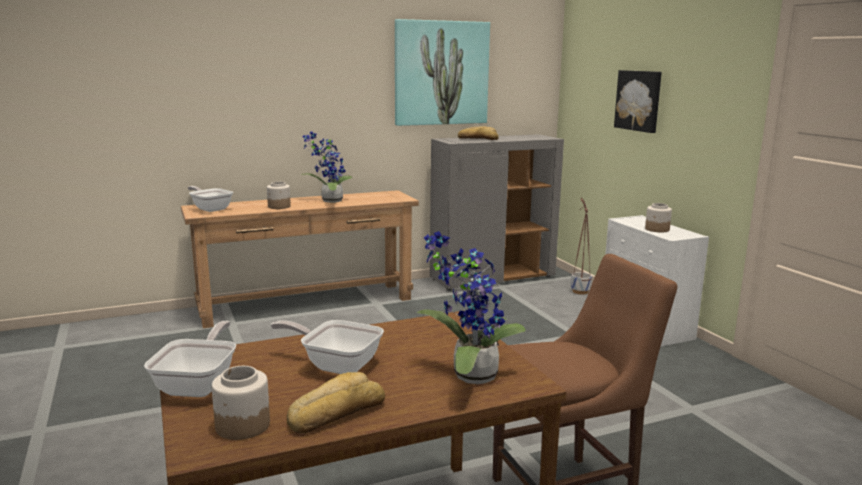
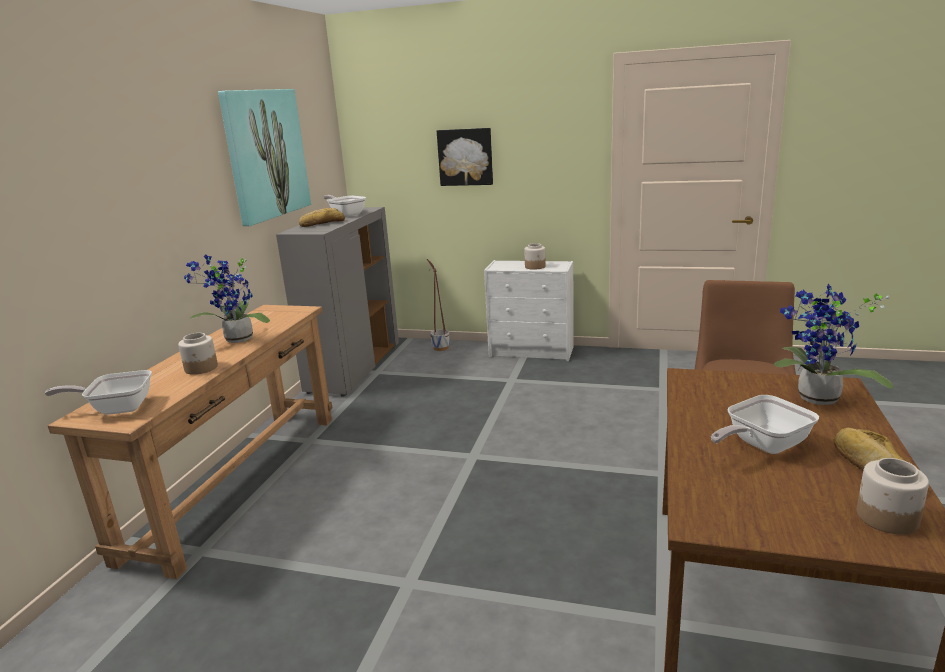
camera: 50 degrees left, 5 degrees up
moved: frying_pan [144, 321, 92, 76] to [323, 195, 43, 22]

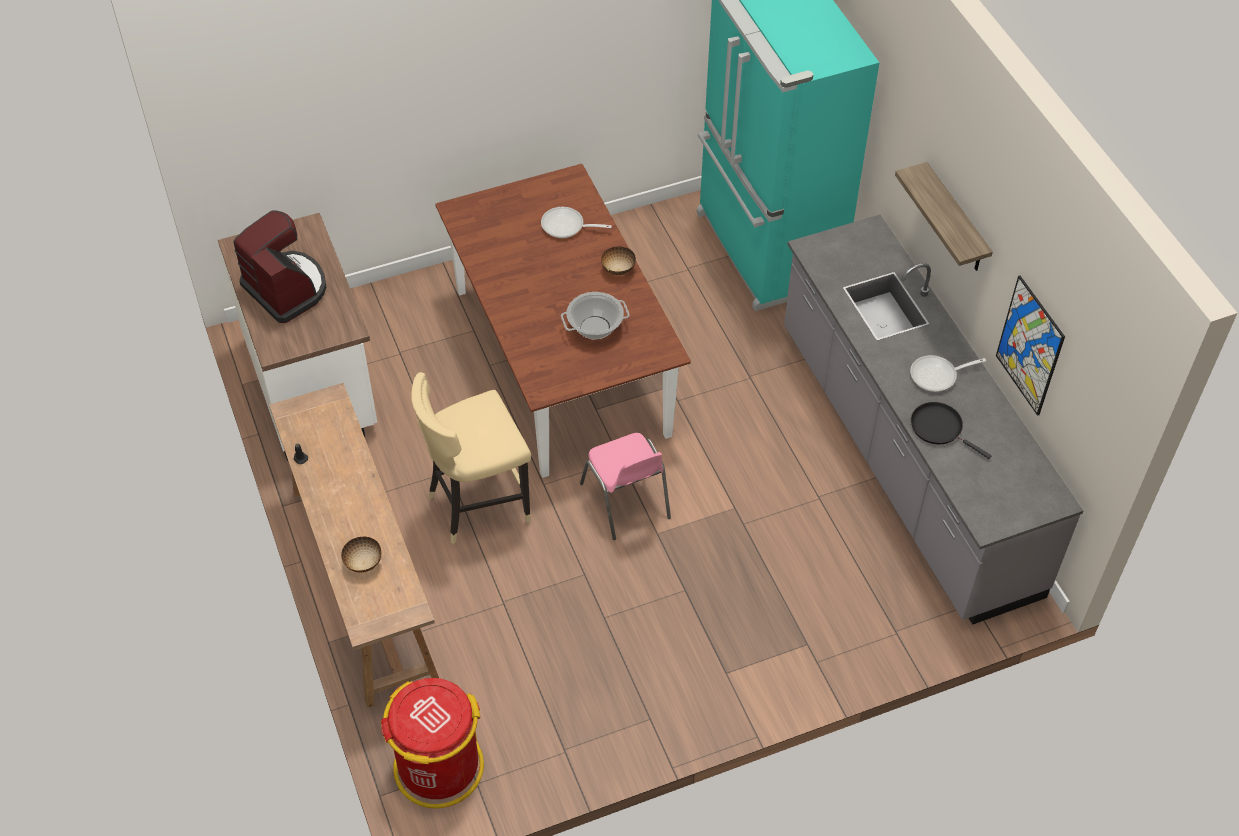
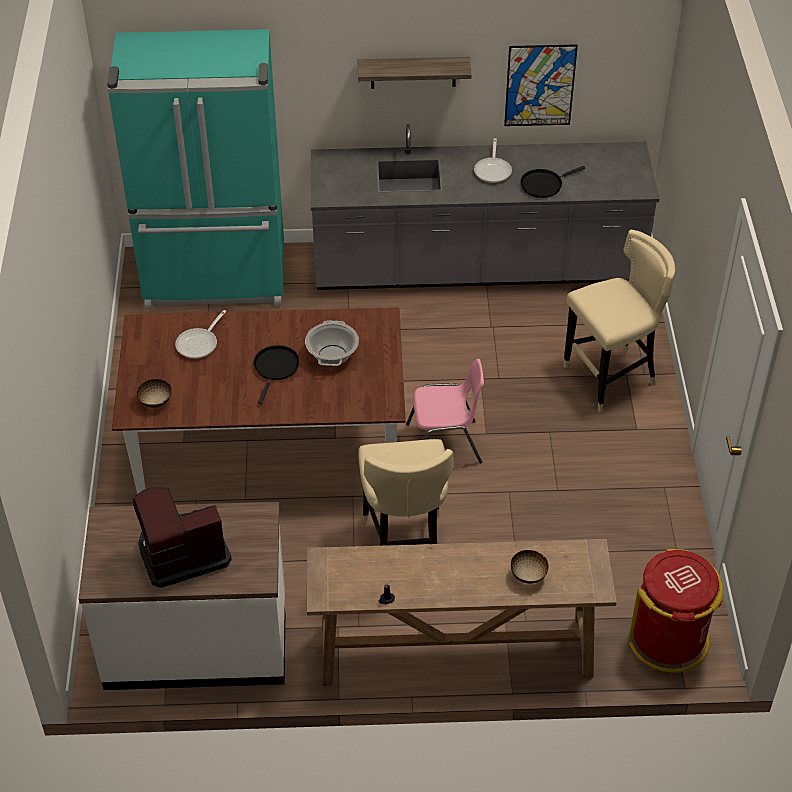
camera: 70 degrees left, 5 degrees down
added: beige_stool [563, 230, 112, 182]; black_frying_pan [253, 345, 47, 59]
moved: bowl [601, 246, 35, 29] to [137, 379, 35, 29]

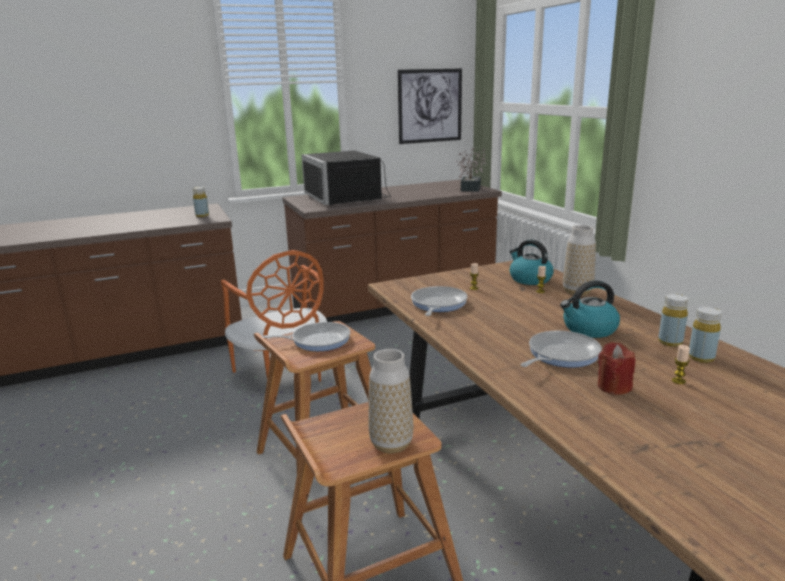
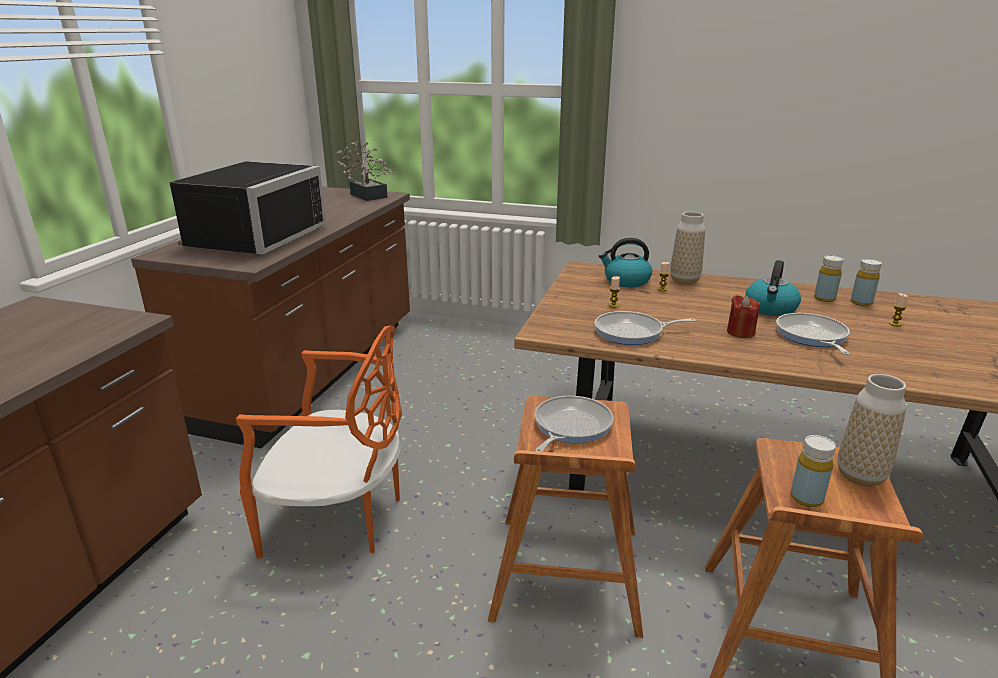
camera: 50 degrees left, 5 degrees up
removed: picture [397, 68, 65, 76]
moved: yellow_bottle [193, 187, 16, 30] to [791, 435, 45, 72]; red_candle [598, 342, 37, 53] to [727, 295, 33, 43]
turned: black_microwave [301, 151, 90, 55] = [169, 161, 157, 94] 90 degrees counterclockwise; frying_pan [411, 286, 57, 30] = [595, 311, 100, 34] 60 degrees counterclockwise

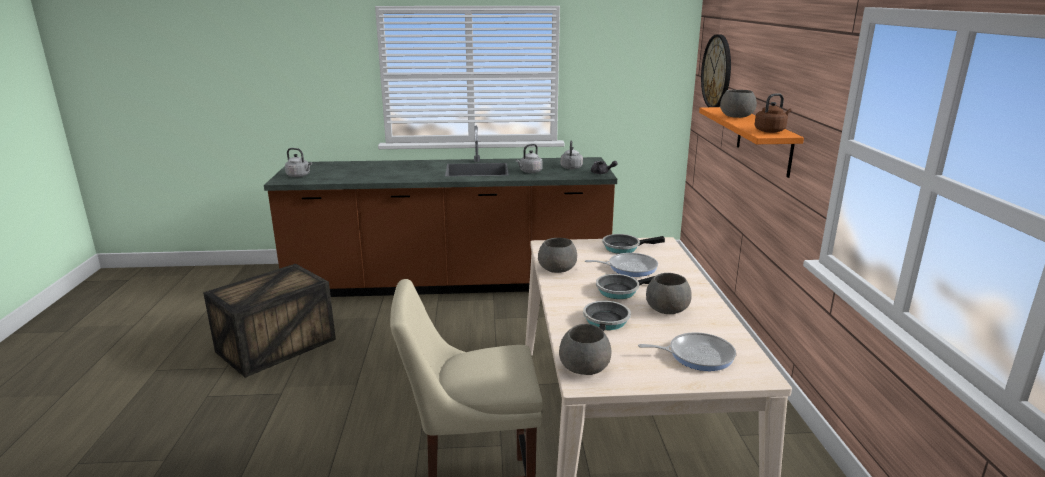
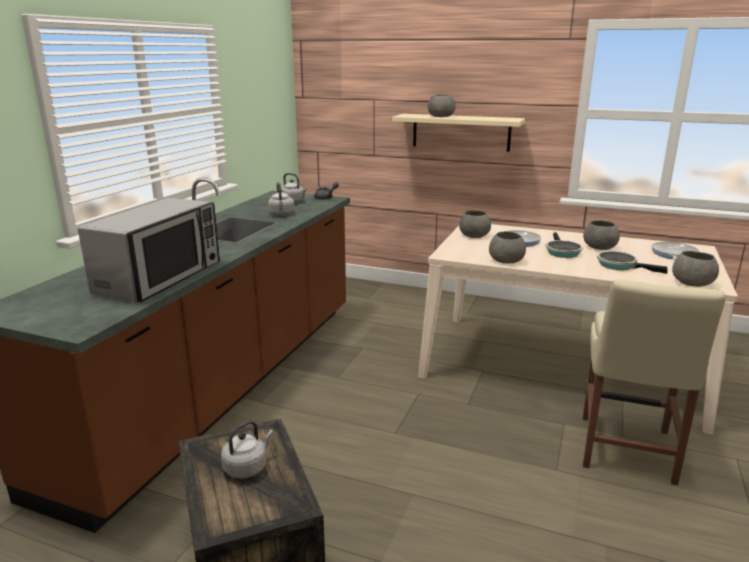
camera: 65 degrees left, 0 degrees up
removed: wall_clock [701, 34, 30, 73]; brown_kettle [754, 93, 37, 40]
added: microwave [78, 198, 142, 104]
moved: grey_kettle [285, 148, 27, 29] to [221, 420, 52, 58]
replaced: frying_pan [602, 234, 63, 20] to grey_bowl [459, 210, 32, 28]
recoloured: orange_shelf [699, 107, 105, 71] to beige_shelf [392, 114, 133, 38]

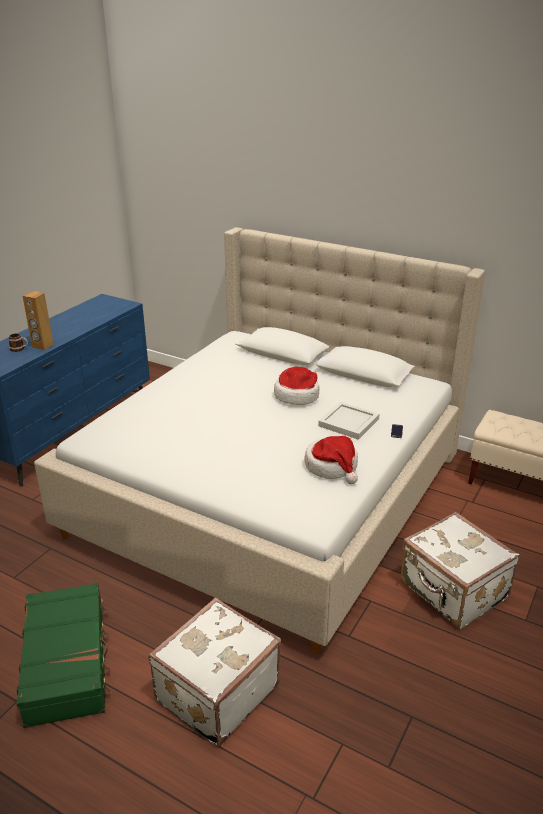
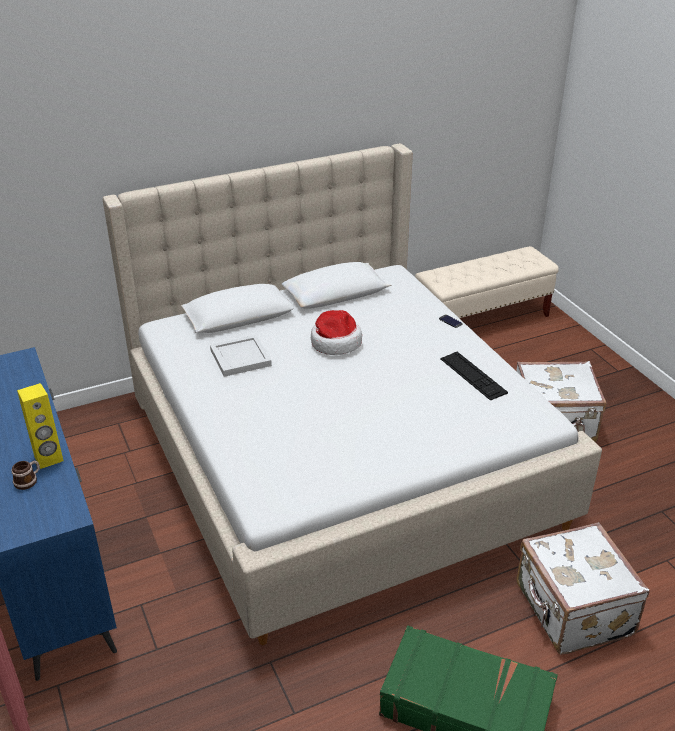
camera: 55 degrees left, 5 degrees up
moved: white_tray [318, 402, 62, 38] to [210, 335, 62, 42]
replaced: hat [304, 436, 54, 48] to keyboard [440, 352, 68, 48]
recoloured: brown_speaker [23, 291, 31, 59] to yellow_speaker [17, 383, 46, 86]

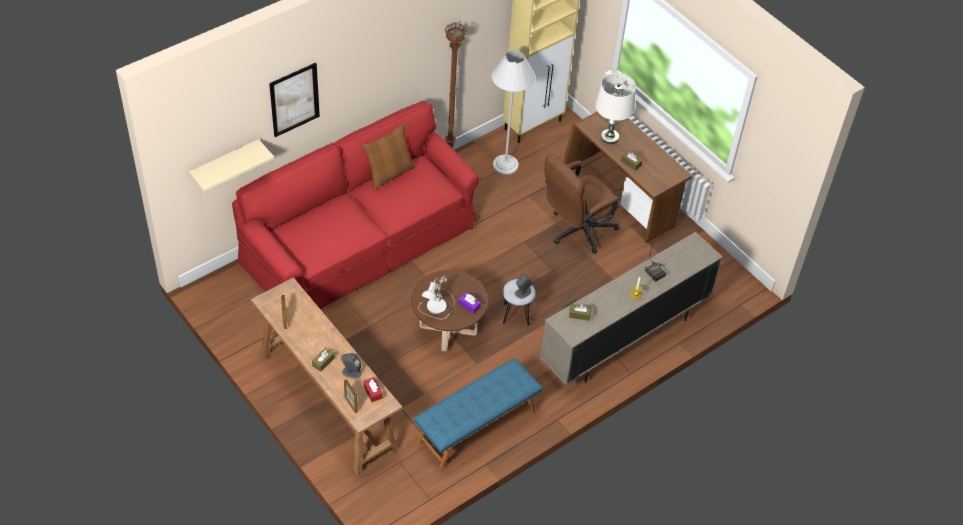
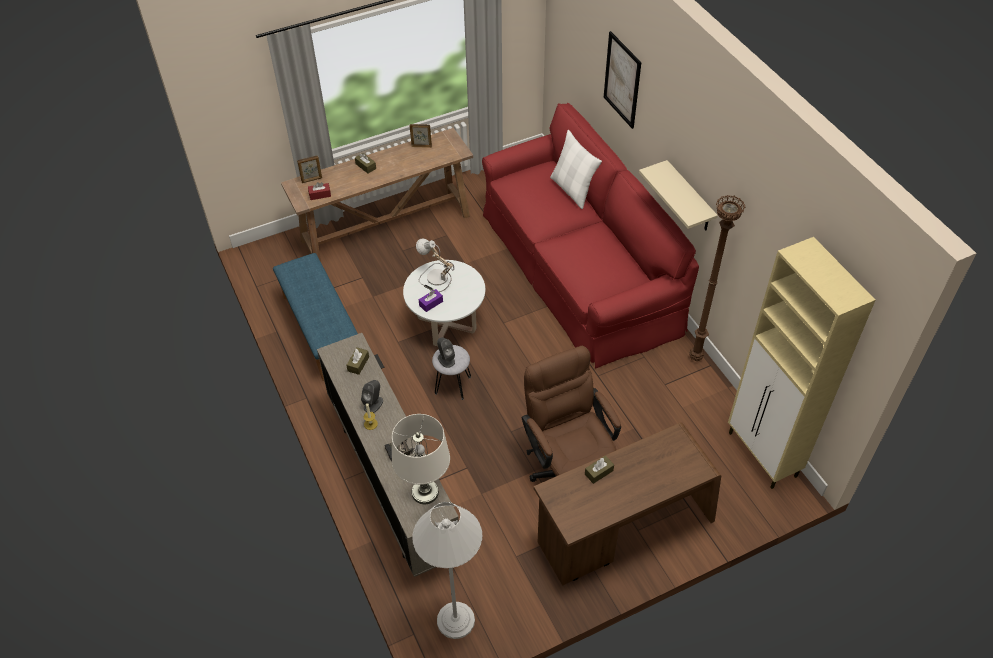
camera: 105 degrees right, 0 degrees up
removed: brown_pillow [362, 123, 53, 67]
added: white_pillow [550, 130, 52, 79]
moved: white_floor_lamp [491, 50, 44, 125] to [412, 502, 70, 137]; white_table_lamp [595, 73, 41, 71] to [392, 414, 58, 90]; beige_shelf [189, 139, 85, 53] to [639, 160, 79, 70]; grey_speaker [341, 353, 21, 26] to [361, 380, 22, 33]
recoloured: brown_coffee_table [412, 270, 76, 82] to white_coffee_table [403, 260, 82, 86]

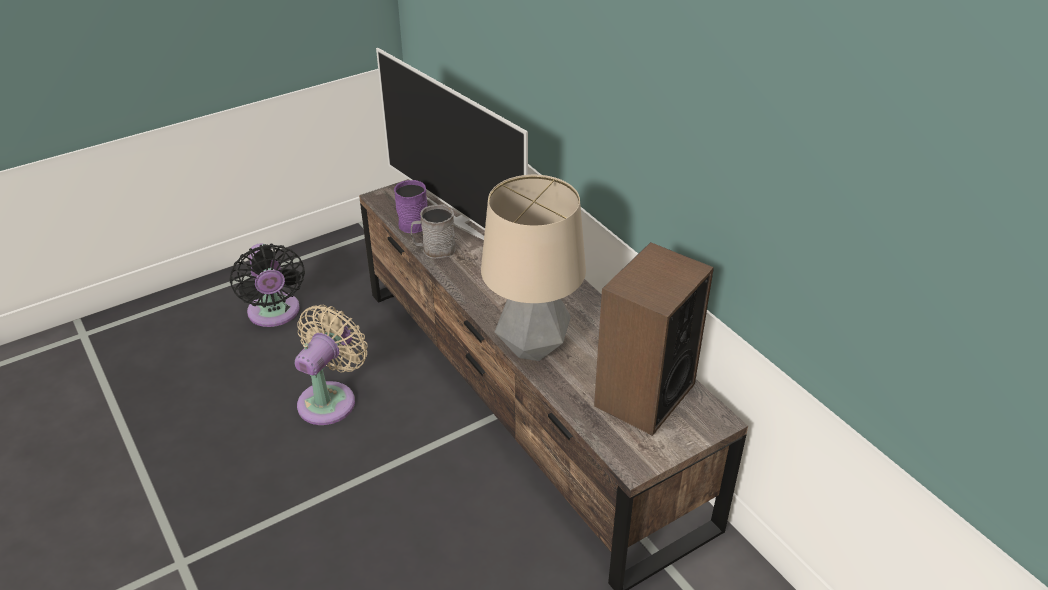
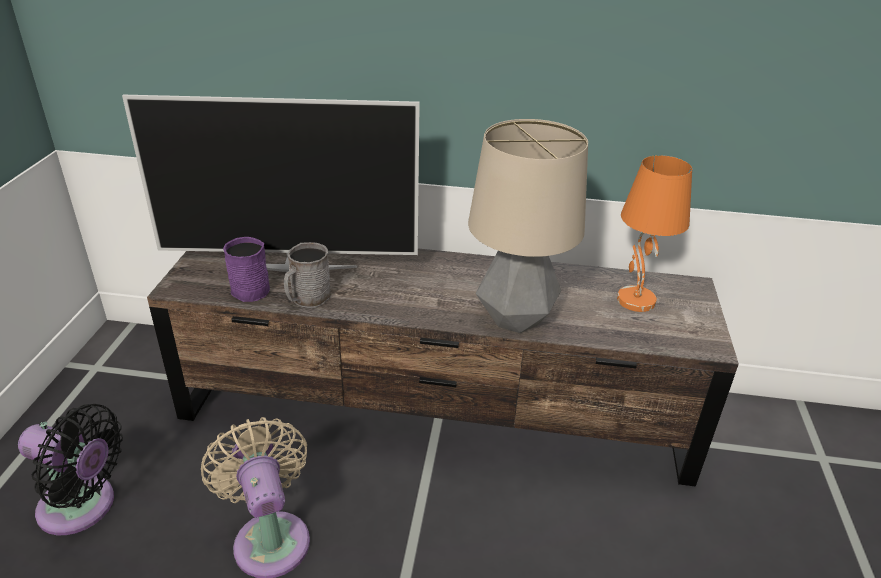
camera: 50 degrees left, 5 degrees down
replaced: speaker [594, 242, 120, 194] to orange_table_lamp [617, 155, 75, 157]

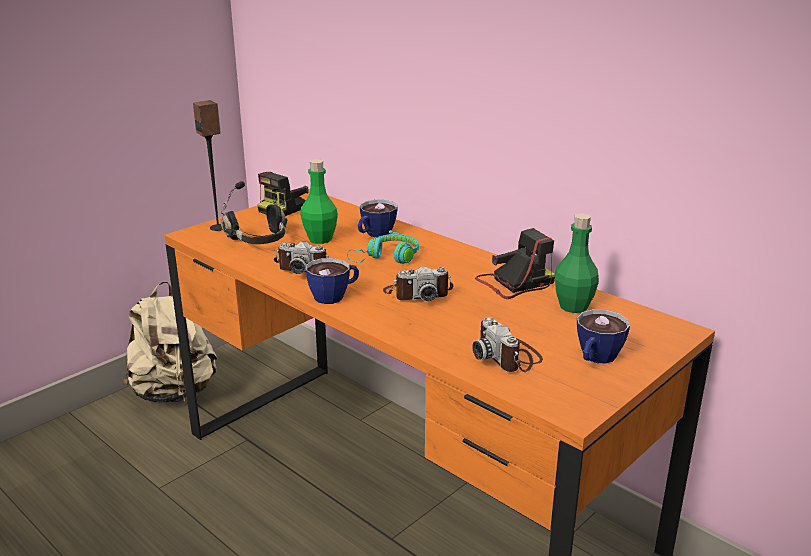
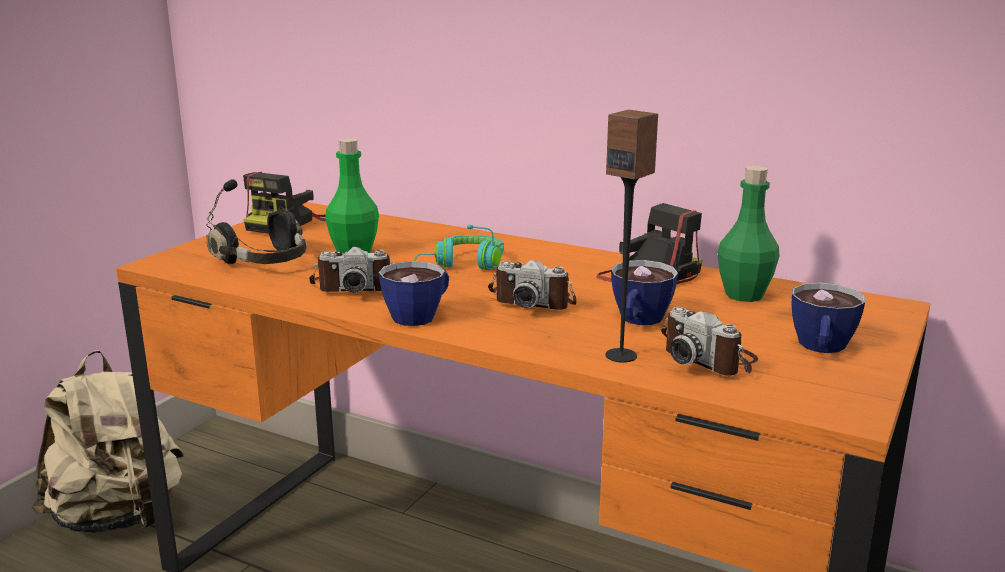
camera: 15 degrees left, 5 degrees down
moved: speaker [193, 100, 29, 131] to [606, 110, 52, 253]; cup [358, 200, 40, 37] to [611, 260, 67, 65]
turned: photo_camera [383, 266, 70, 35] = [488, 260, 88, 50] 45 degrees clockwise

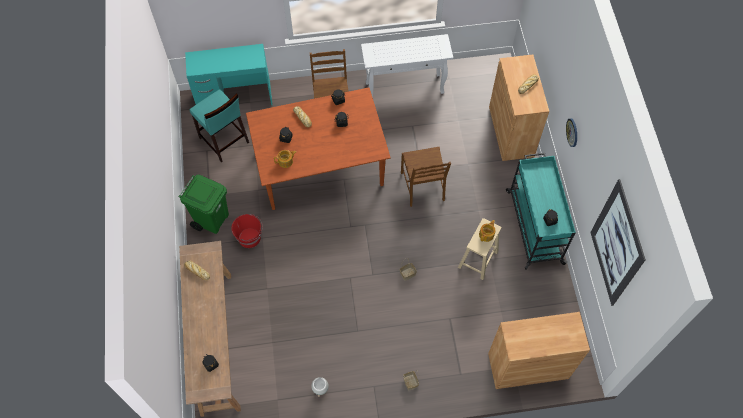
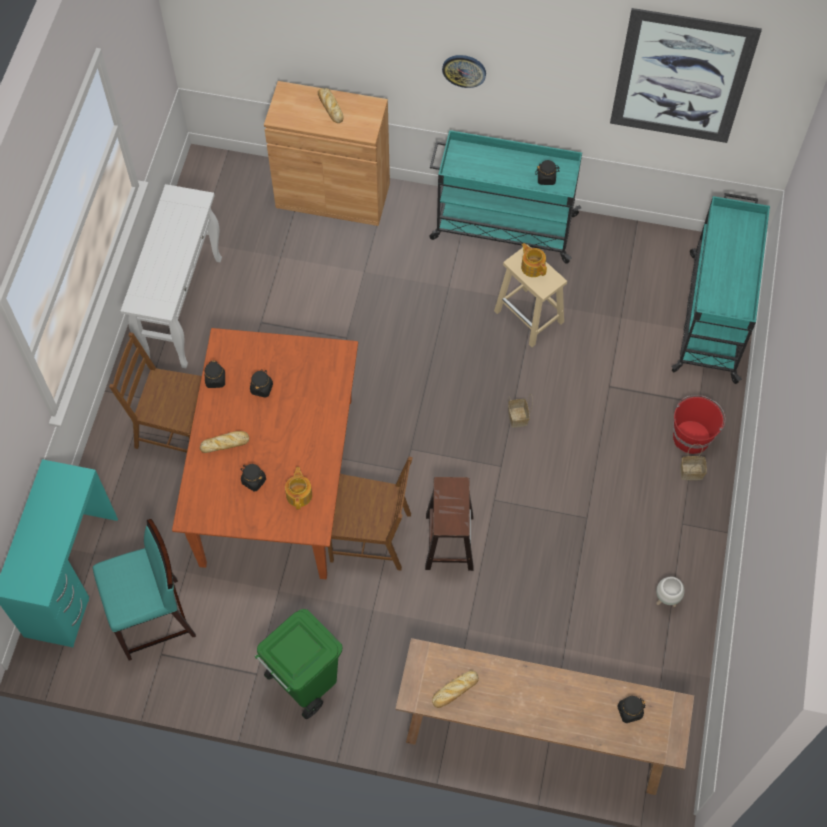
camera: 70 degrees left, 0 degrees up
added: brown_stool [425, 477, 49, 94]
moved: brown_chair [401, 147, 50, 60] to [328, 457, 85, 114]; red_bucket [231, 214, 32, 34] to [673, 395, 52, 59]
replaced: brown_cabinet [488, 312, 102, 77] to turquoise_cart [671, 193, 99, 191]

